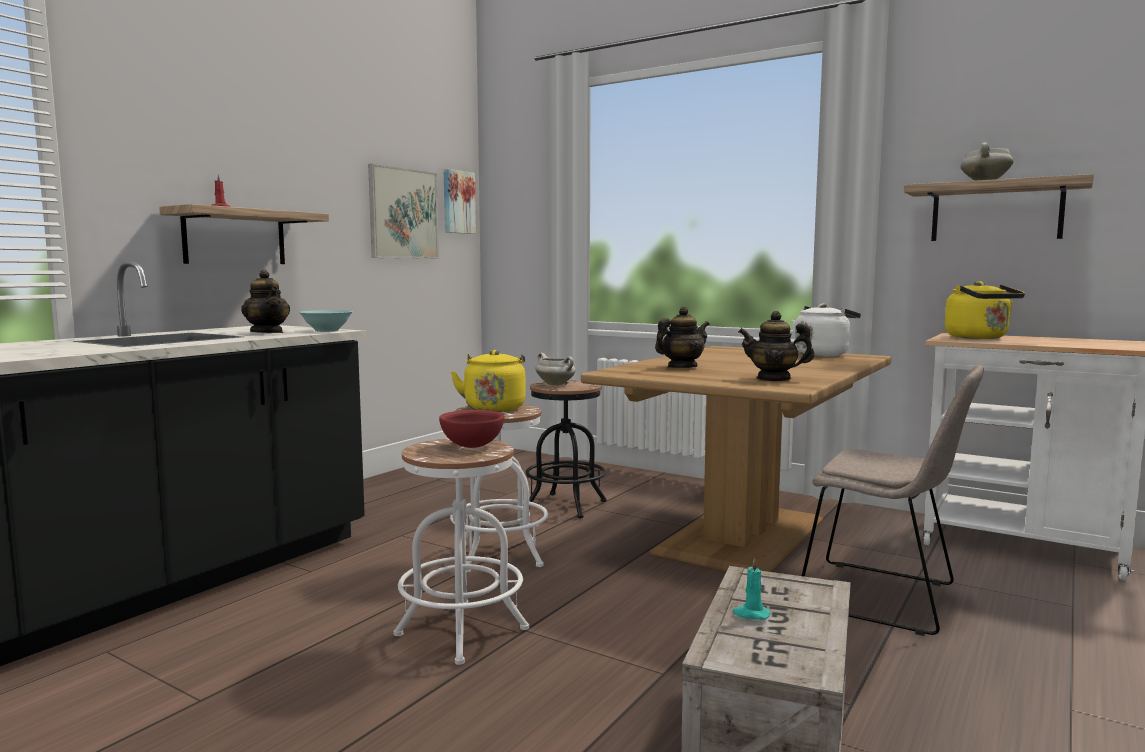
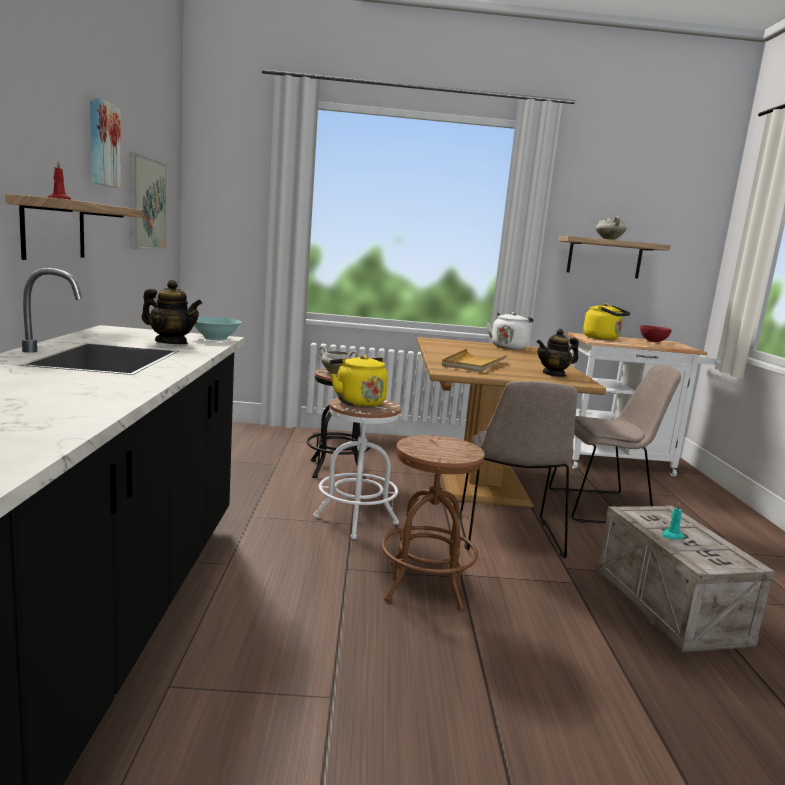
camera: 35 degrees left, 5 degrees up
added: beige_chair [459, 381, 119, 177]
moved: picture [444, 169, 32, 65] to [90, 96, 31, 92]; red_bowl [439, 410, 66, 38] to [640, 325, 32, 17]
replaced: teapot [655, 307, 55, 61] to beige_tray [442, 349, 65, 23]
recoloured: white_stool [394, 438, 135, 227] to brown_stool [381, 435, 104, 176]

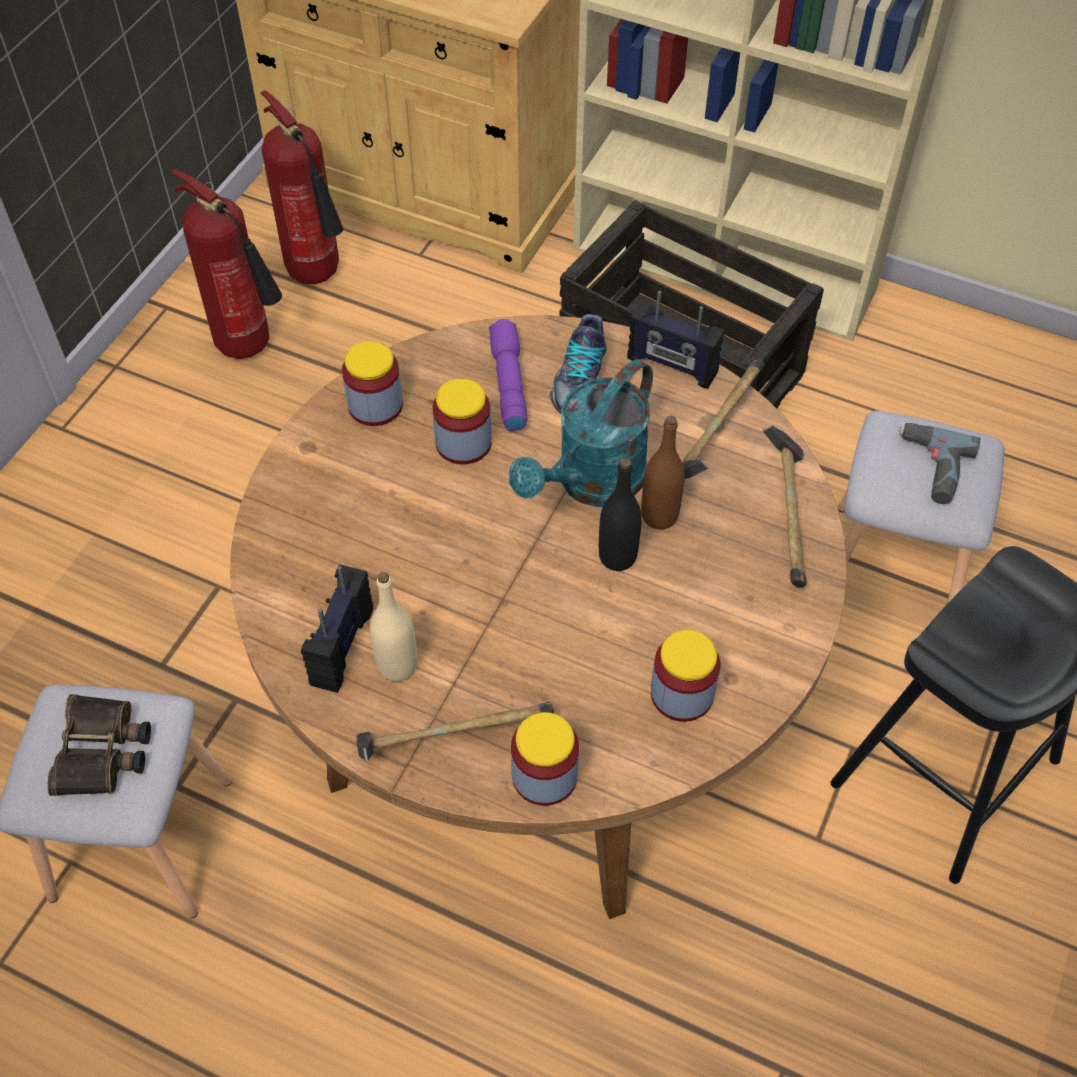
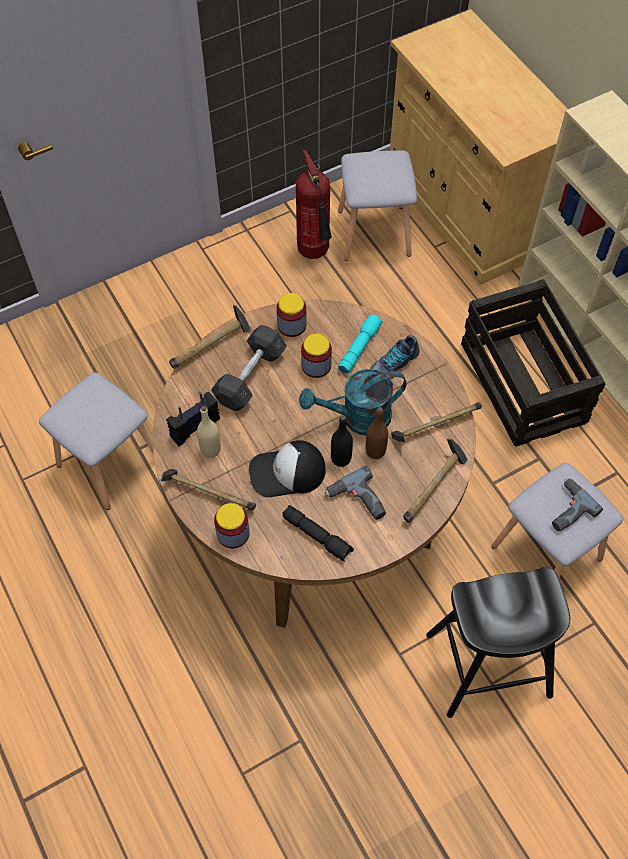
camera: 35 degrees right, 5 degrees up
removed: radio [627, 291, 97, 98]; binoculars [47, 694, 104, 102]
added: hammer [169, 305, 82, 64]; grey_dumbbell [211, 325, 76, 86]; cap [249, 440, 77, 57]; power_drill [324, 466, 62, 54]
replaced: fire_extinguisher [260, 90, 84, 194] to grey_stool [338, 150, 79, 111]; jar [651, 630, 69, 92] to black_flashlight [282, 505, 72, 57]
recoloured: purple_flashlight [489, 319, 39, 112] to turquoise_flashlight [338, 314, 45, 60]

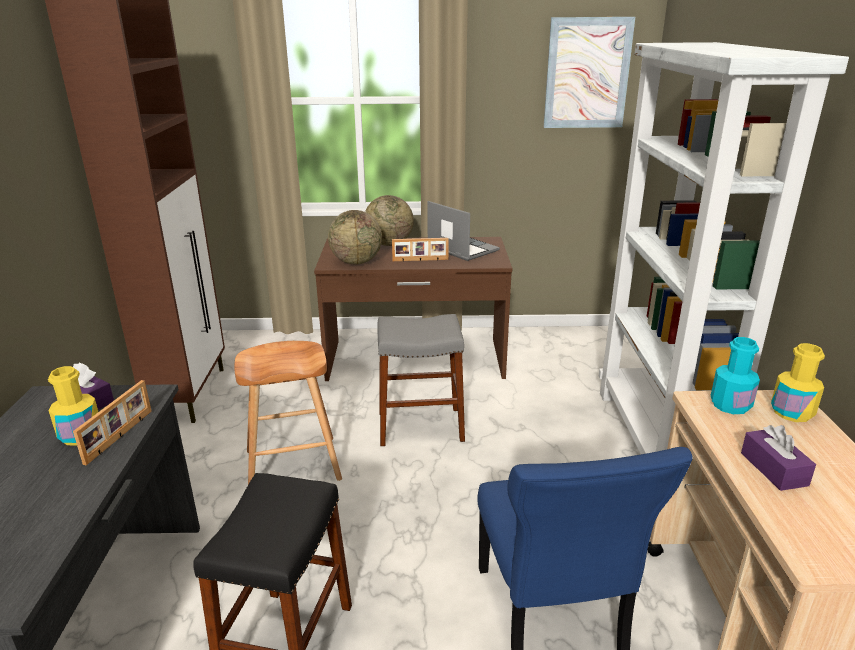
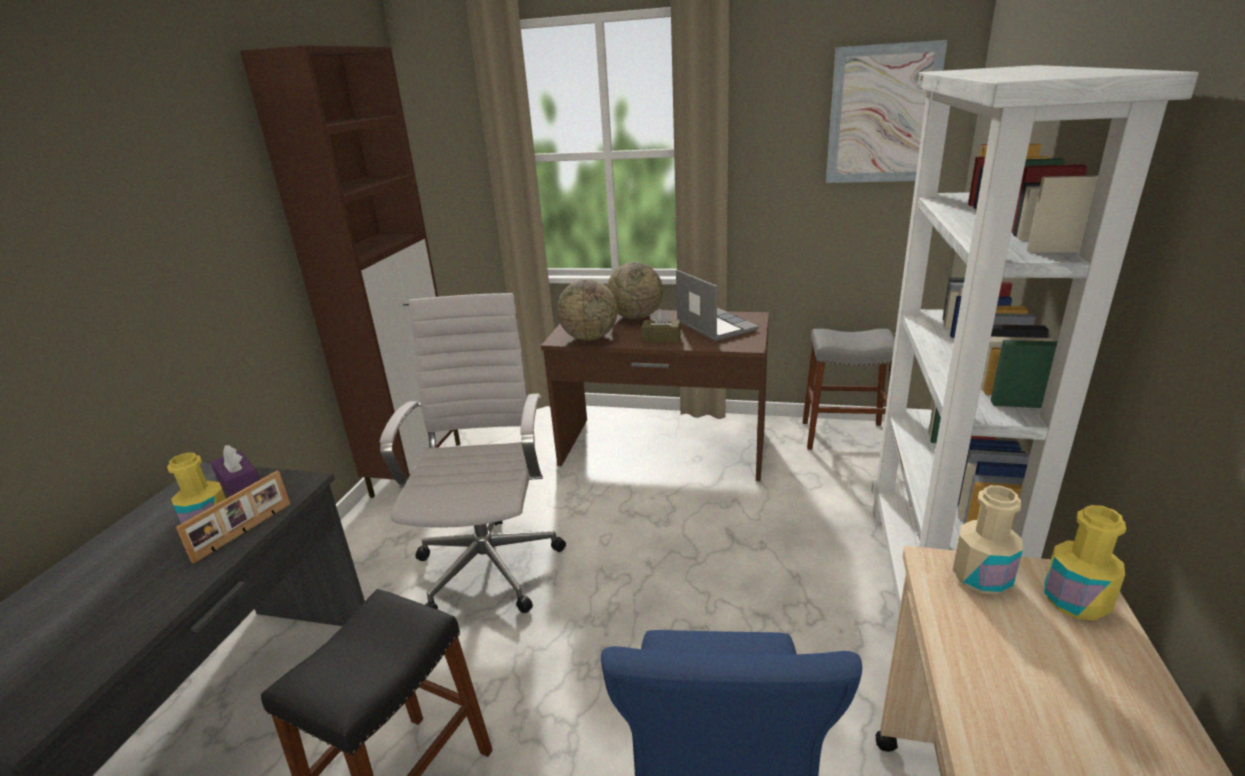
camera: 15 degrees right, 0 degrees up
removed: purple_tissue_box [741, 425, 75, 66]
moved: grey_stool [377, 314, 88, 132] to [803, 329, 92, 121]
replaced: picture_frame [392, 238, 57, 23] to brown_tissue_box [641, 309, 40, 33]; brown_stool [235, 341, 107, 143] to white_office_chair [380, 293, 186, 320]
recoloured: turquoise_bottle [711, 337, 49, 77] to beige_bottle [953, 485, 70, 110]

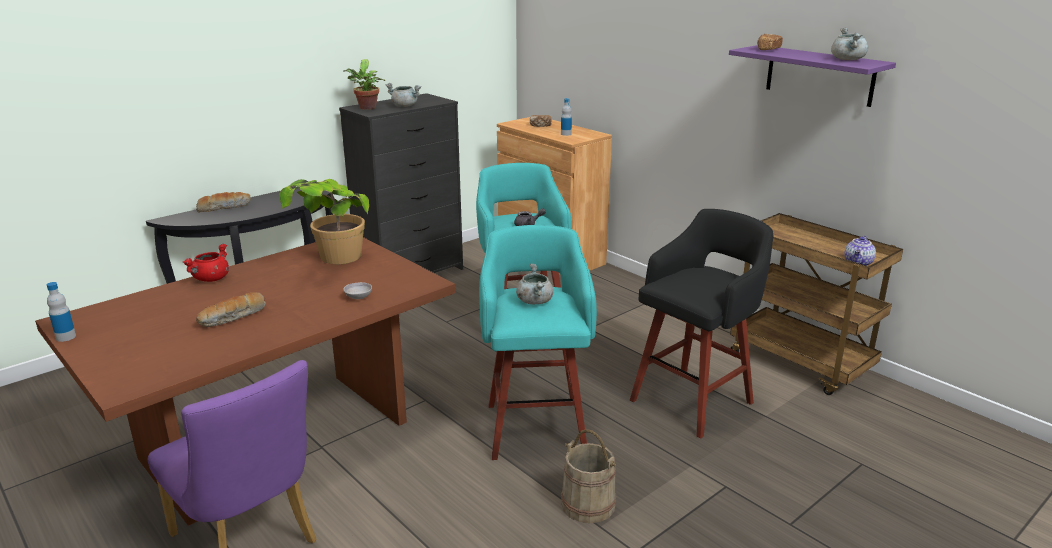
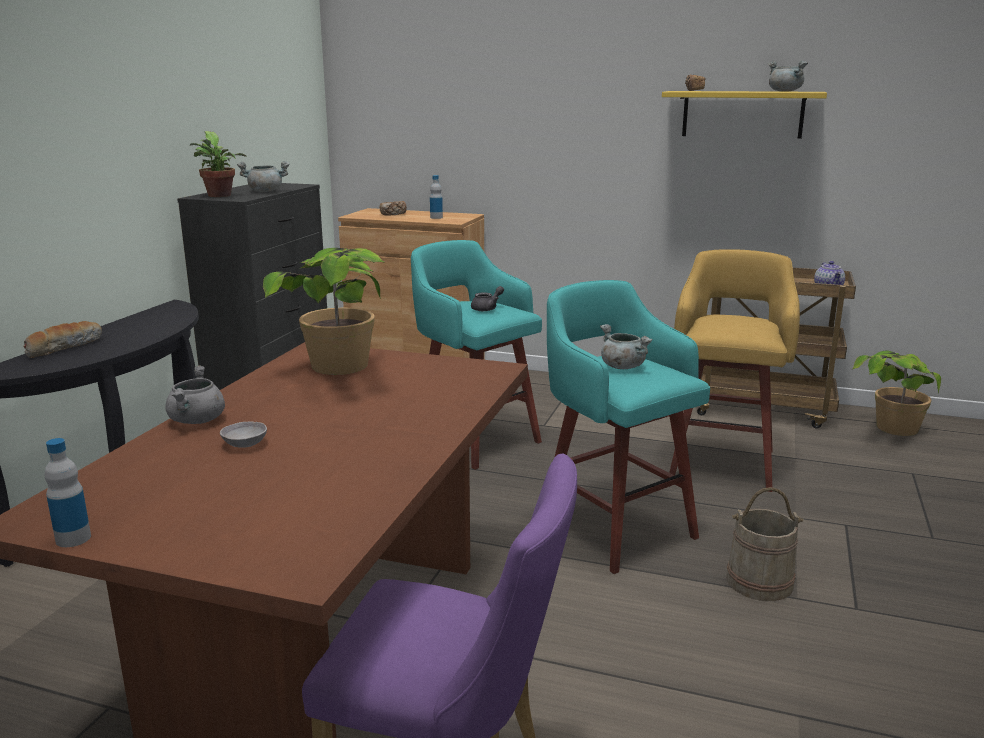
camera: 30 degrees left, 5 degrees down
removed: bread [196, 292, 70, 35]
added: potted_plant [852, 350, 89, 86]
moved: grey_bowl [343, 282, 29, 17] to [220, 422, 47, 26]
recoloured: purple_shelf [729, 45, 167, 62] to yellow_shelf [662, 91, 165, 48]; black_stool [630, 209, 144, 230] to yellow_stool [669, 249, 131, 243]; red_cooking_pot [183, 244, 46, 38] to grey_cooking_pot [165, 366, 60, 58]

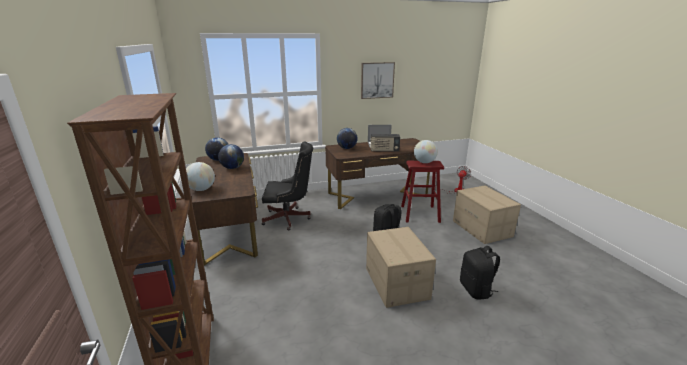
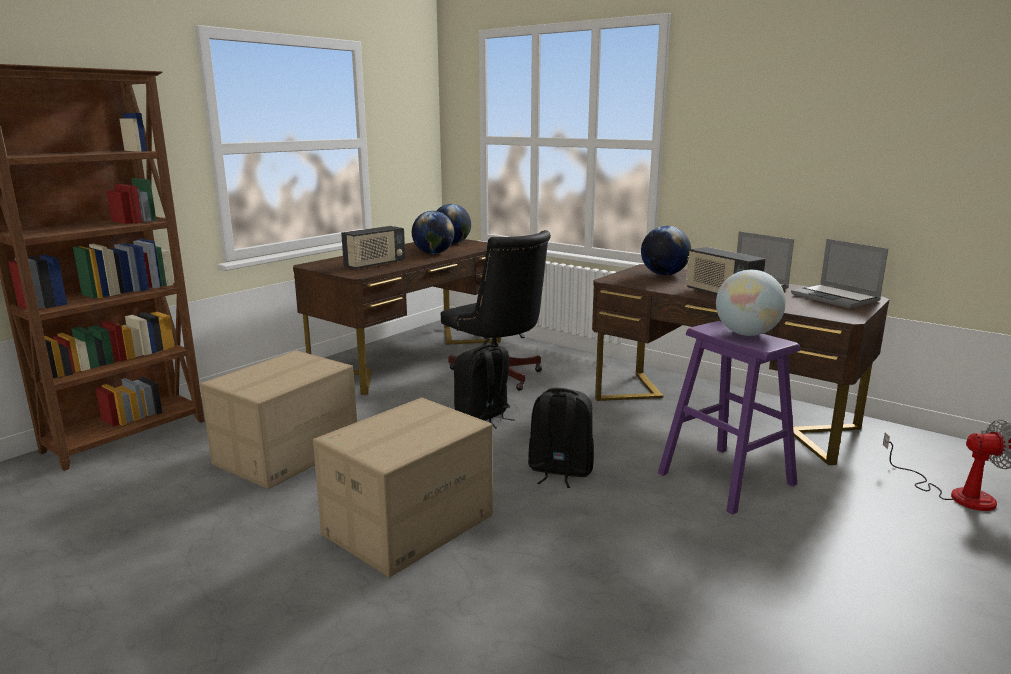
camera: 55 degrees right, 5 degrees down
removed: picture [361, 62, 34, 37]; globe [186, 162, 29, 29]
added: radio [341, 226, 64, 43]; laptop [791, 239, 97, 69]
moved: cardboard_box [453, 186, 68, 58] to [200, 350, 157, 139]; black_backpack [460, 246, 40, 54] to [454, 345, 61, 83]
recoloured: red_stool [401, 161, 43, 62] to purple_stool [658, 321, 142, 194]

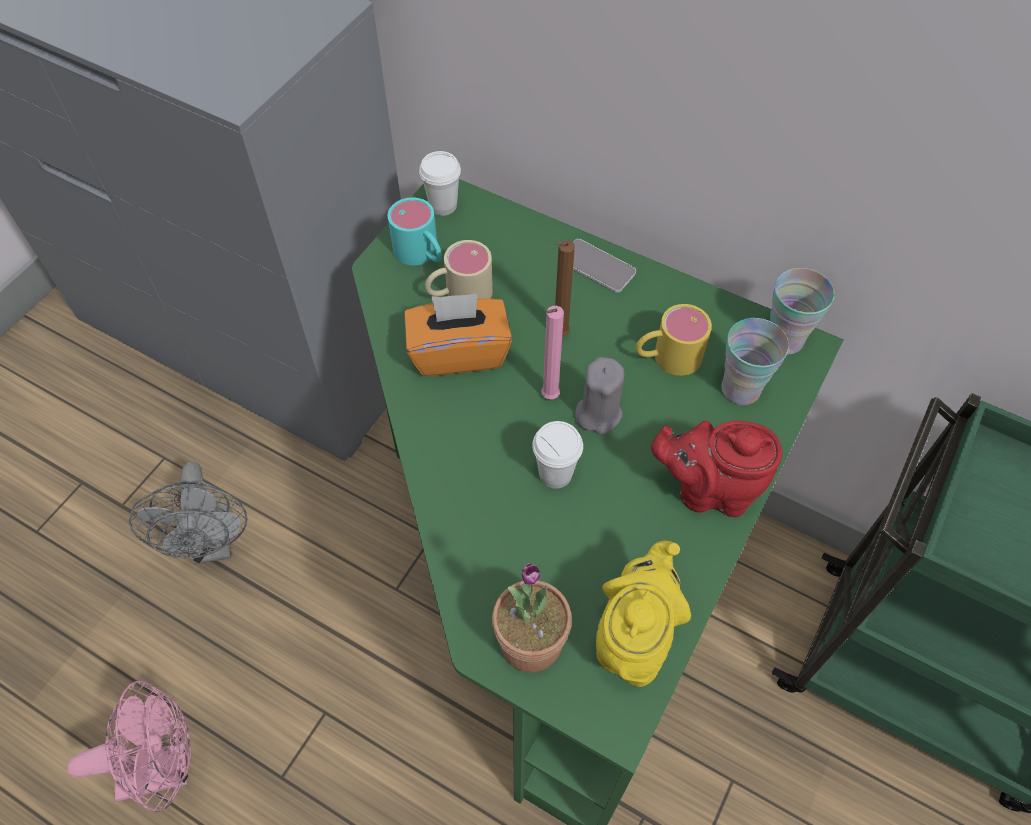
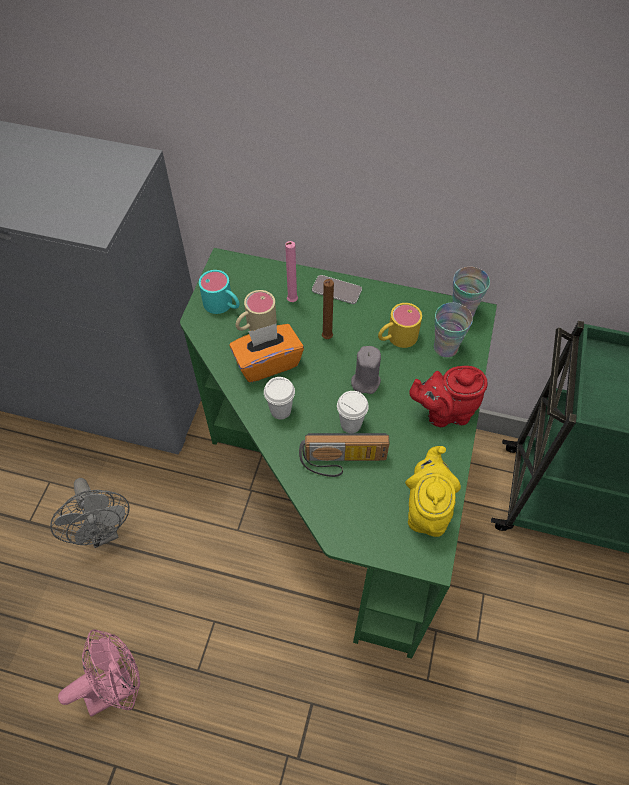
camera: 15 degrees left, 0 degrees up
removed: potted_plant [492, 563, 80, 110]
added: radio [299, 433, 91, 44]
moved: white_cup [419, 151, 42, 65] to [264, 377, 31, 42]; pink_candle [541, 306, 23, 93] to [285, 241, 13, 61]

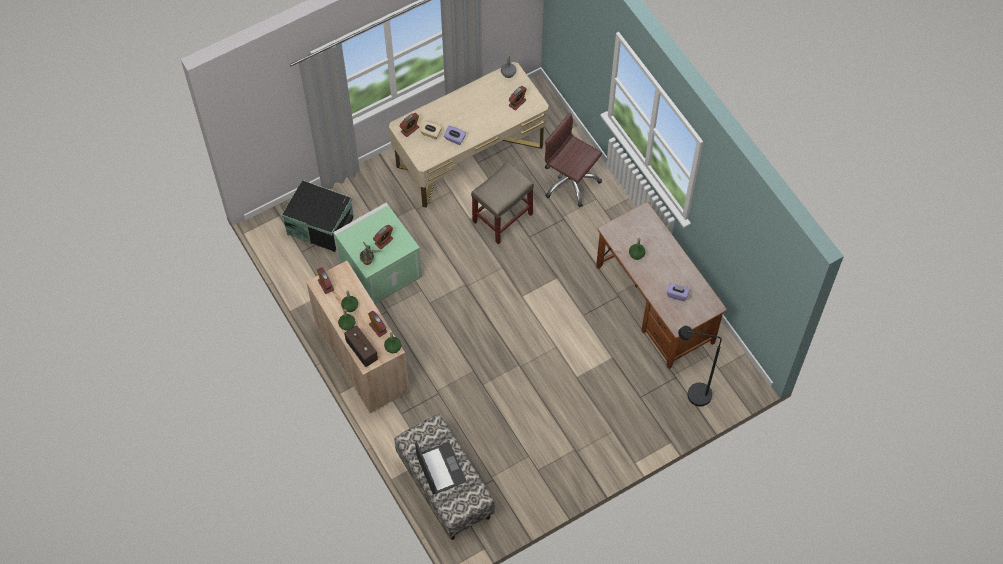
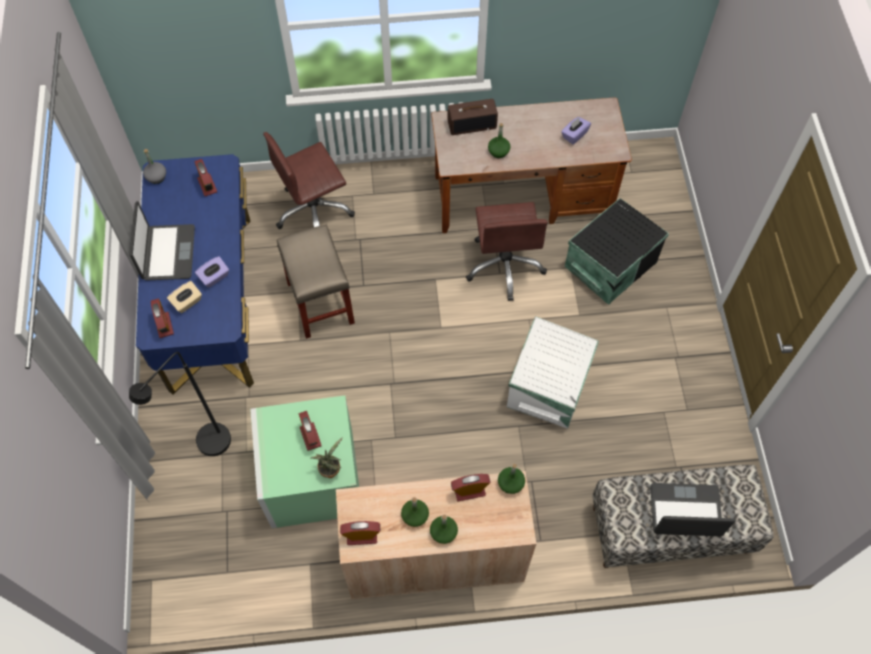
camera: 65 degrees left, 0 degrees up
added: laptop [129, 201, 66, 80]; brown_office_chair [466, 202, 82, 99]; white_storage_box [507, 316, 92, 113]
moved: black_storage_box [282, 180, 72, 72] to [565, 198, 104, 107]; radio [344, 325, 34, 42] to [447, 99, 51, 36]; black_floor_lamp [678, 326, 44, 81] to [129, 352, 102, 104]
recoloured: beige_desk [389, 62, 160, 146] to blue_desk [136, 154, 118, 241]

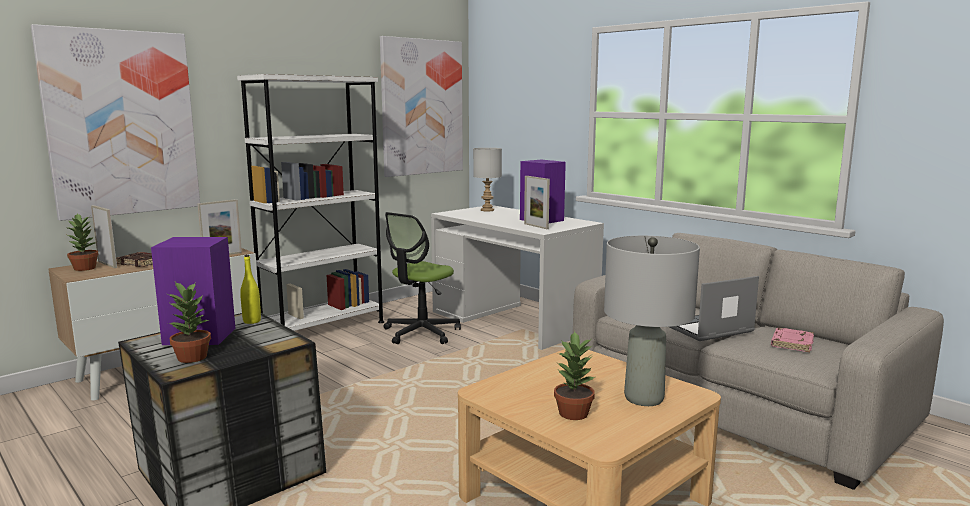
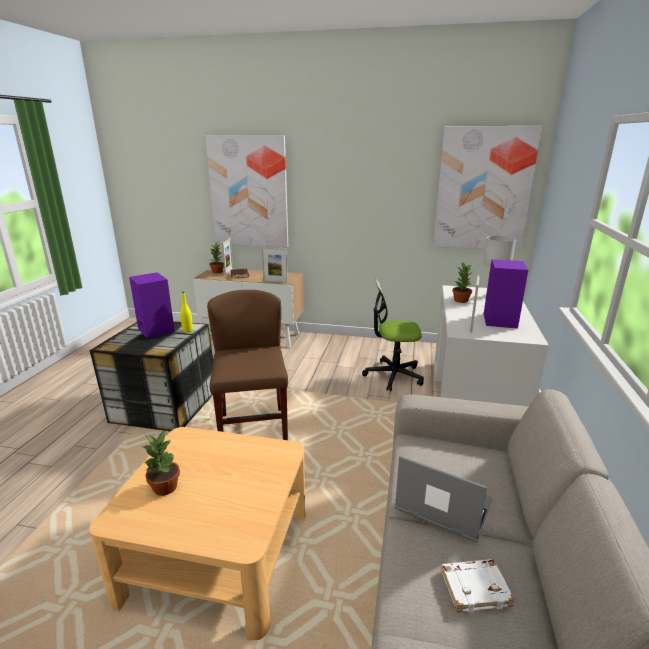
camera: 55 degrees right, 10 degrees up
removed: white_bookcase [237, 74, 147, 257]; grey_table_lamp [604, 236, 96, 170]
added: brown_chair [207, 290, 81, 150]
moved: potted_plant [168, 282, 43, 81] to [452, 262, 20, 41]
recoloured: pink_book [771, 328, 43, 24] to white_book [441, 559, 74, 54]

